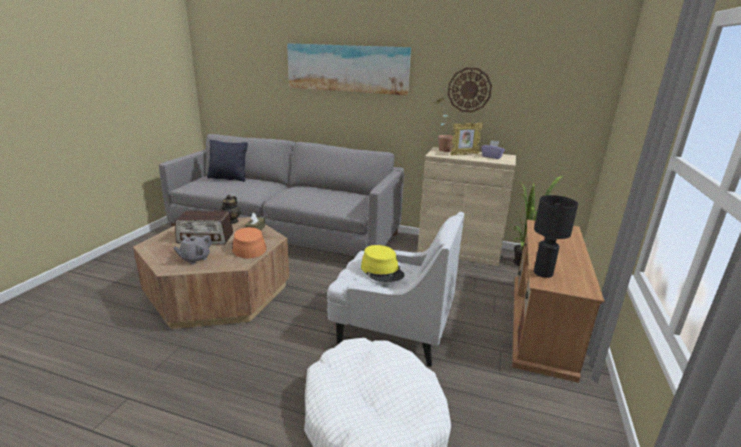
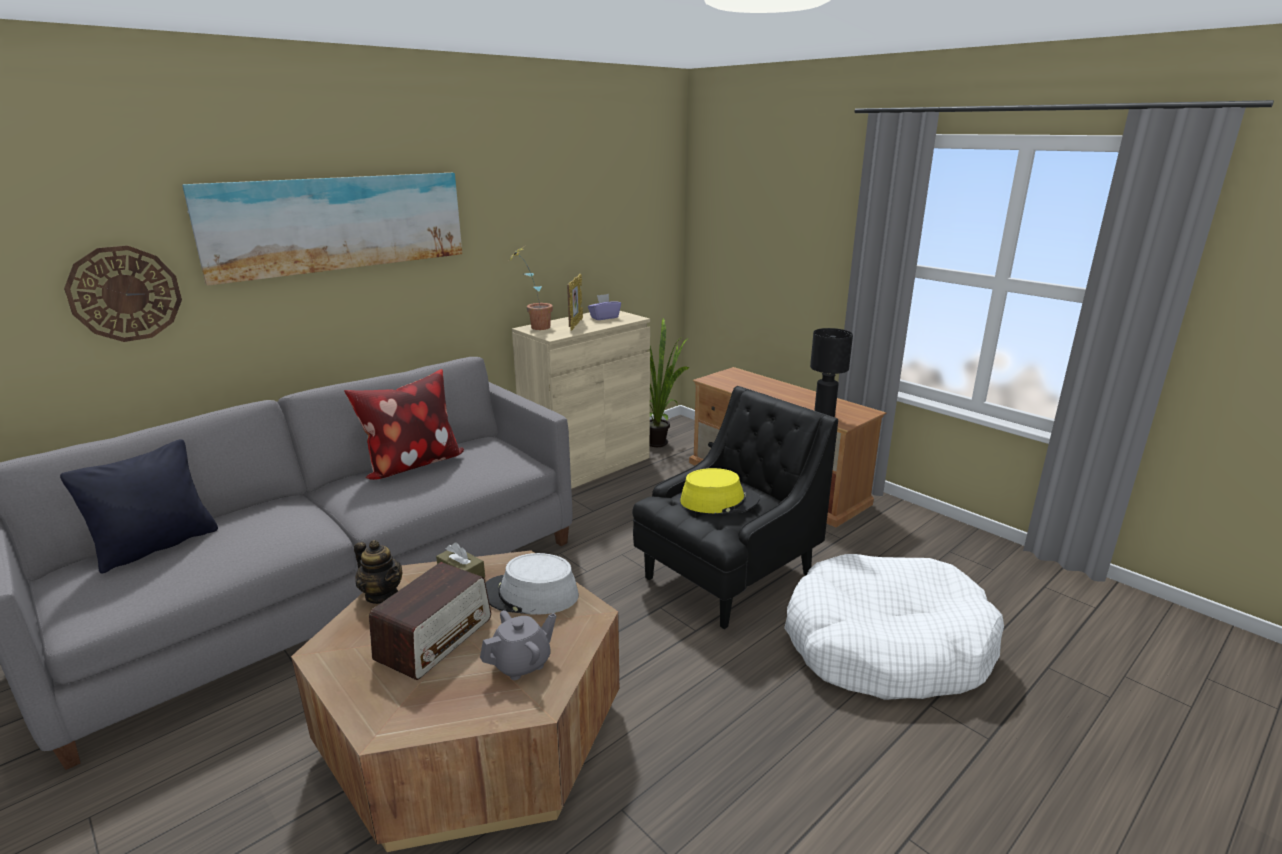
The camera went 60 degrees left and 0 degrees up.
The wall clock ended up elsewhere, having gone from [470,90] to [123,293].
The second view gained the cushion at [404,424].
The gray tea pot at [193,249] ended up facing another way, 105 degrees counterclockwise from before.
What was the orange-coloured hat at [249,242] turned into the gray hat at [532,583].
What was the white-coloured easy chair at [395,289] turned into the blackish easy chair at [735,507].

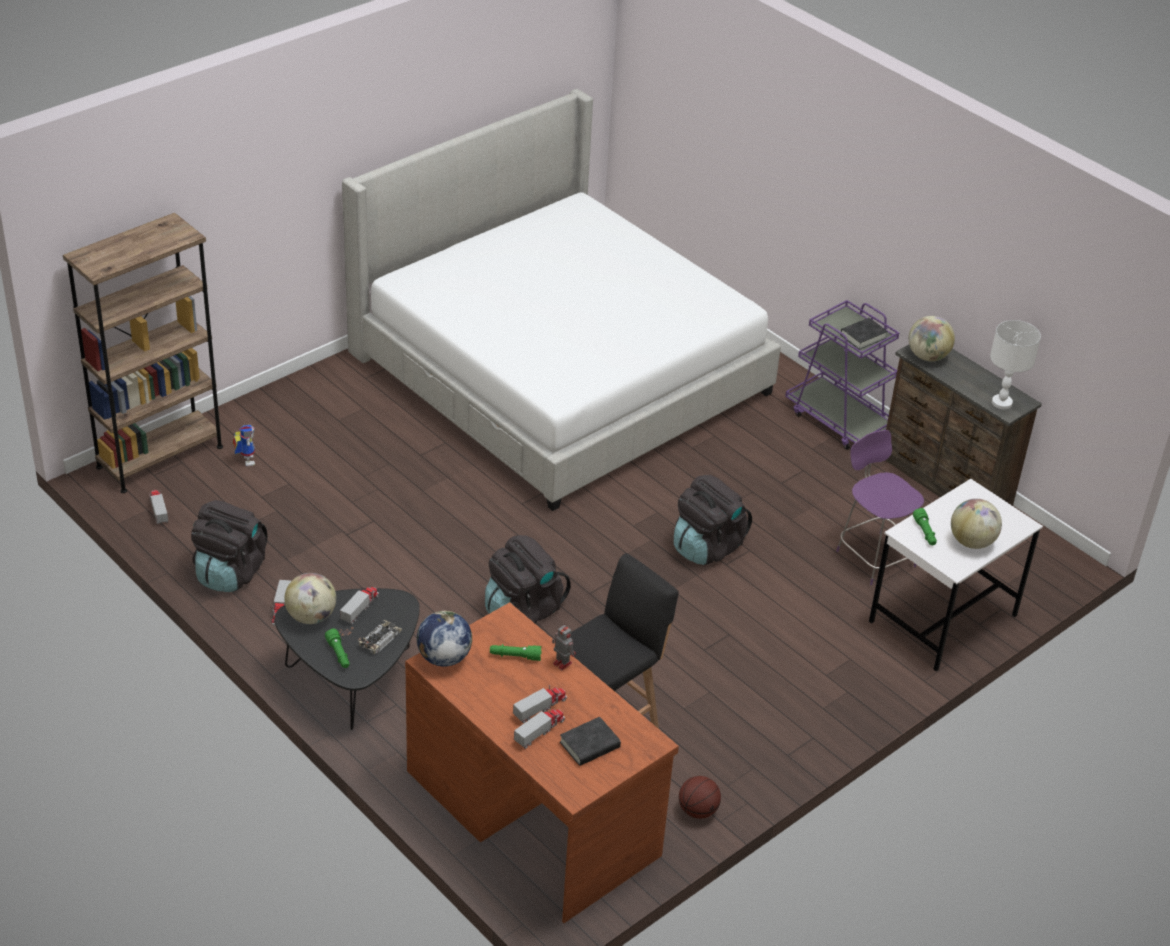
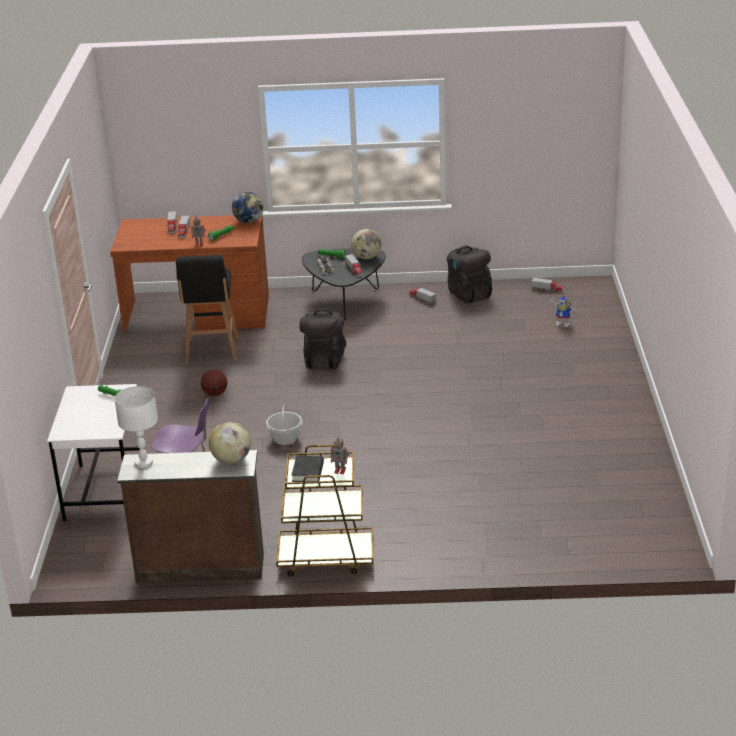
The camera went 135 degrees right and 10 degrees down.
The basketball ball ended up elsewhere, having gone from [700,797] to [214,382].
Where the blackish rucksack stood at [713,520], the storage basket came to stand at [284,425].
What was the purplish cart at [842,375] turned into the brown cart at [324,510].
The second view gained the toy robot at [340,455].
The second view lost the brown bookcase at [143,353].
The second view lost the sleeping bed at [561,300].
The second view lost the blackish book at [590,741].
The second view lost the desk globe at [976,524].

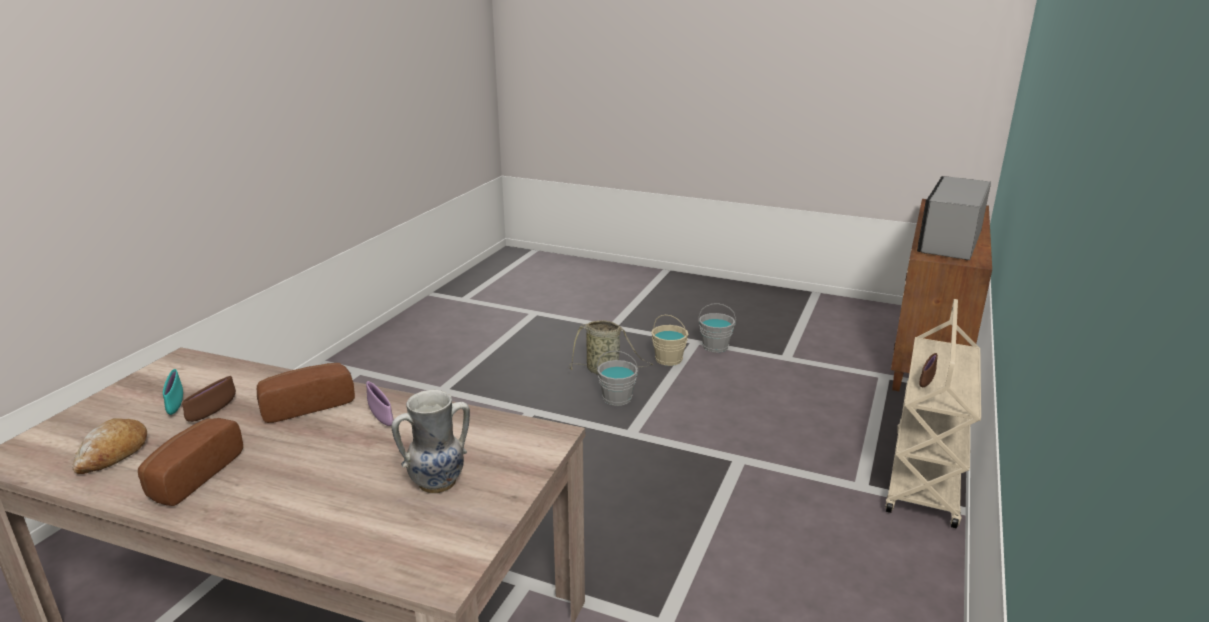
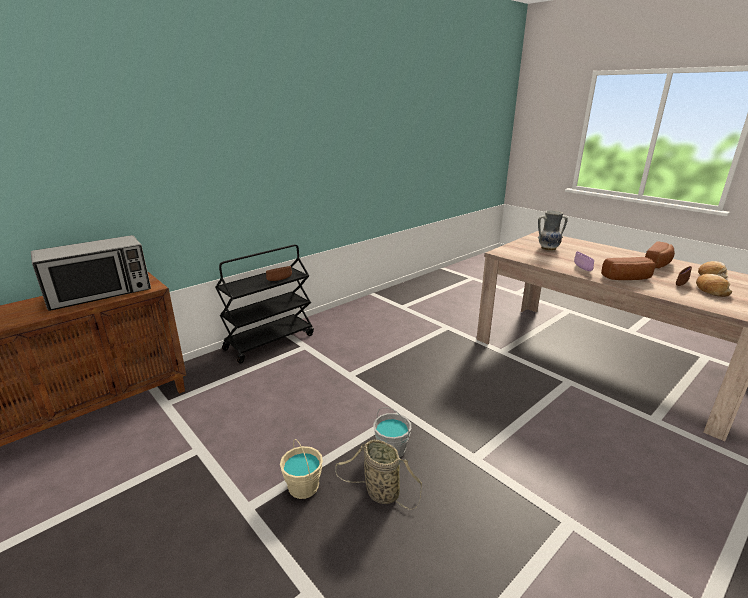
The camera went 155 degrees left and 0 degrees up.
What was the sand-coloured cart at [933,413] turned into the blackish cart at [264,304].
Where the turquoise-coloured deep dish stood at [173,392], the baked bread came to stand at [714,285].
The second view lost the gray pail at [717,328].

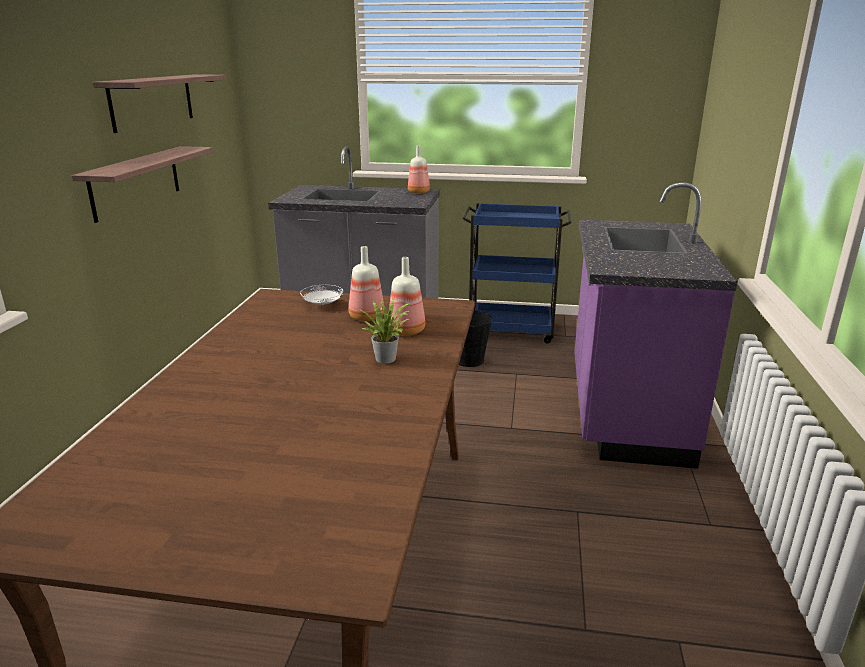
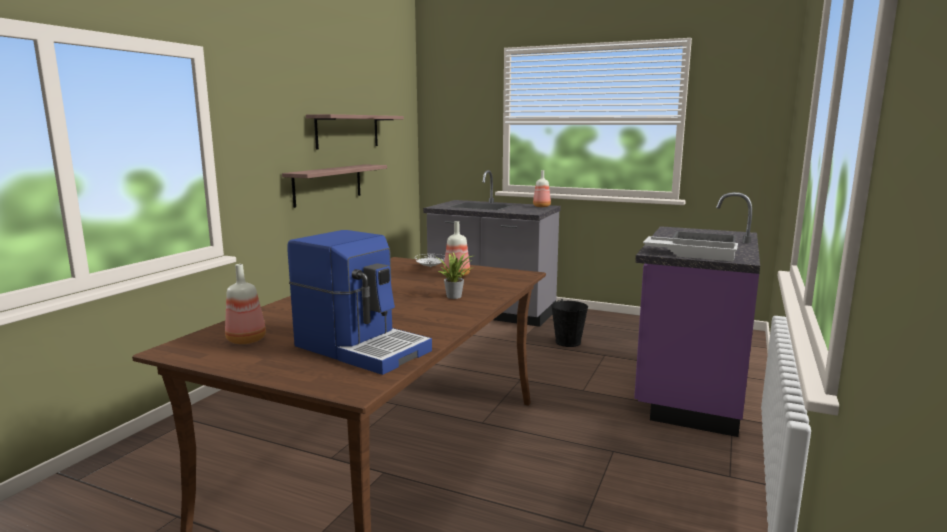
The camera went 15 degrees right and 10 degrees down.
The beverage bottle ended up elsewhere, having gone from [407,296] to [245,304].
The second view gained the coffee maker at [360,302].
The second view gained the white-coloured tray at [690,249].
The second view lost the bluish cart at [517,273].

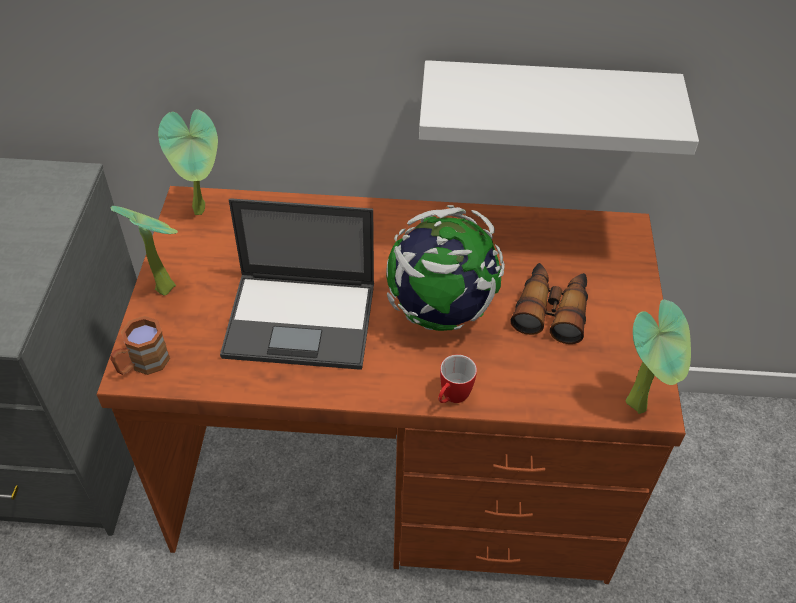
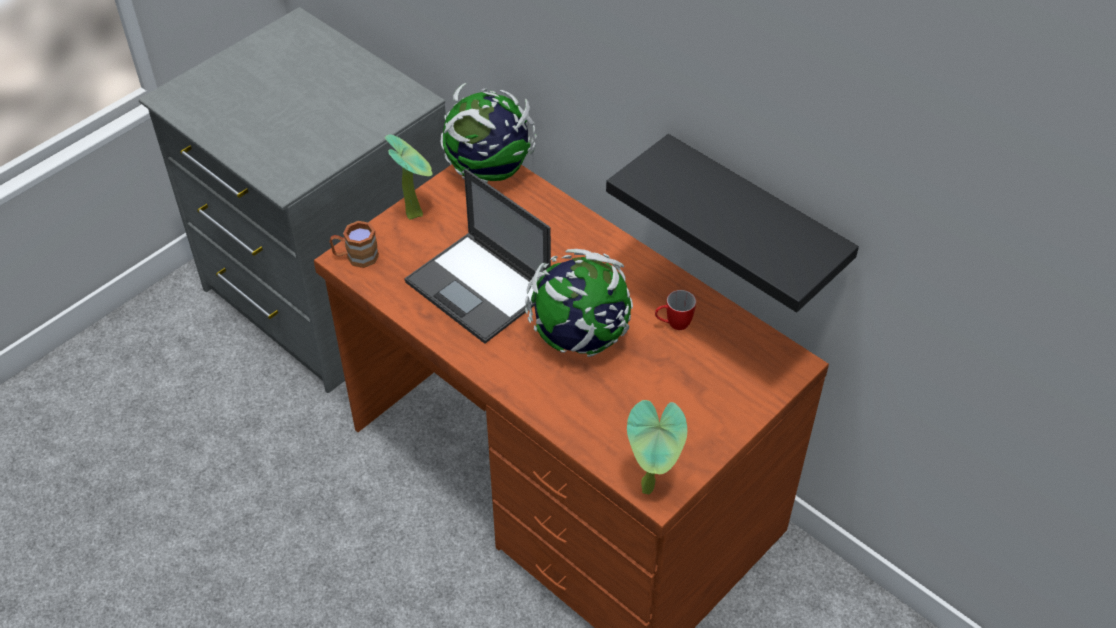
The camera went 40 degrees right and 0 degrees up.
Where the plant in a pot stood at [188,162], the desk globe came to stand at [488,133].
What was the white-coloured shelf at [559,107] turned into the blackish shelf at [732,223].
The mug ended up elsewhere, having gone from [457,378] to [675,310].
The second view lost the field glasses at [549,303].

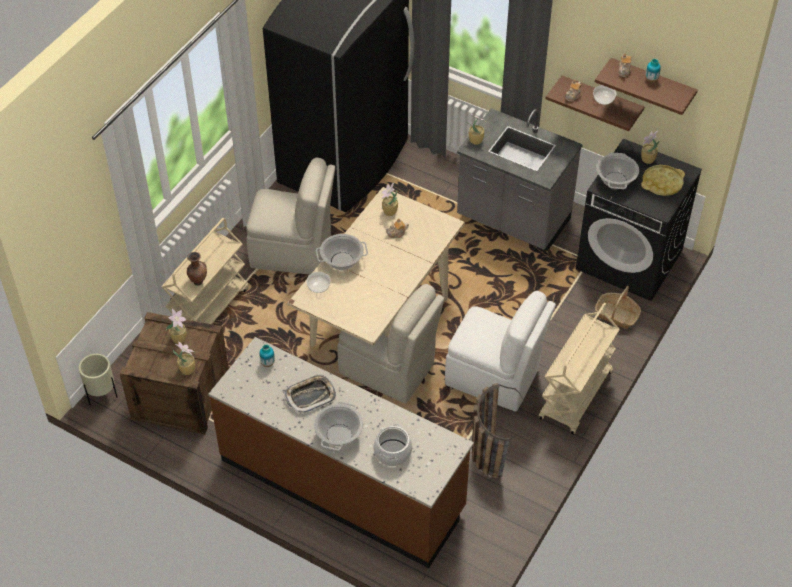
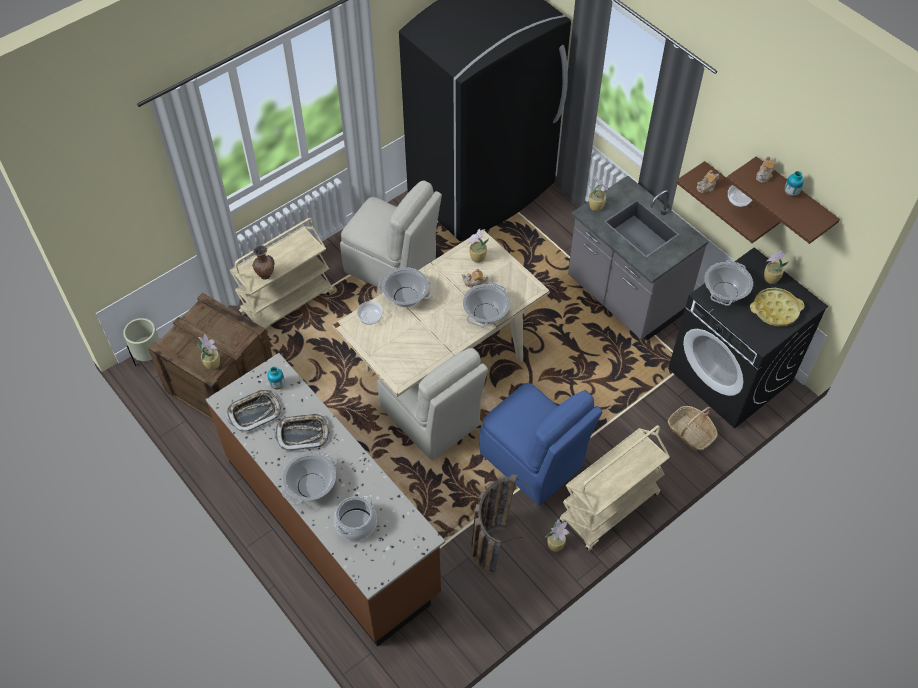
The camera went 20 degrees right and 5 degrees up.
The second view gained the tray at [254,410].
The second view gained the stockpot at [486,305].
What was the white-coloured chair at [500,351] turned into the bluish chair at [541,444].
The plant in a pot ended up elsewhere, having gone from [176,326] to [557,536].

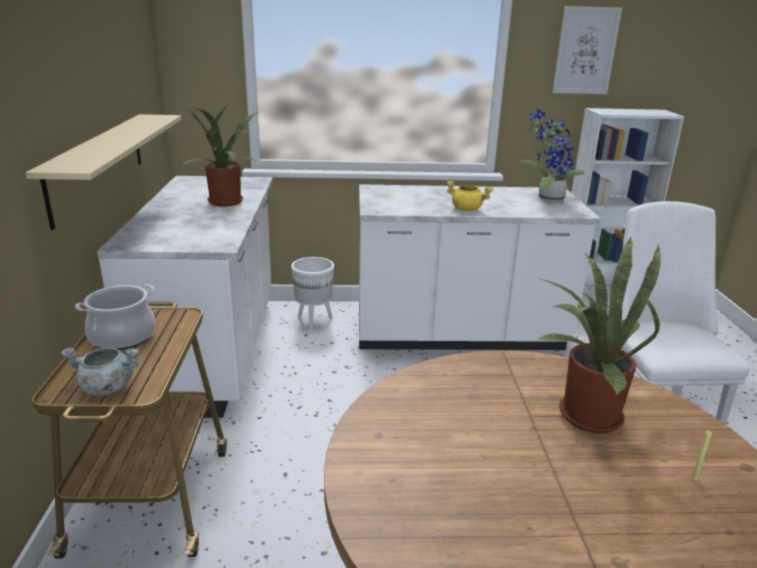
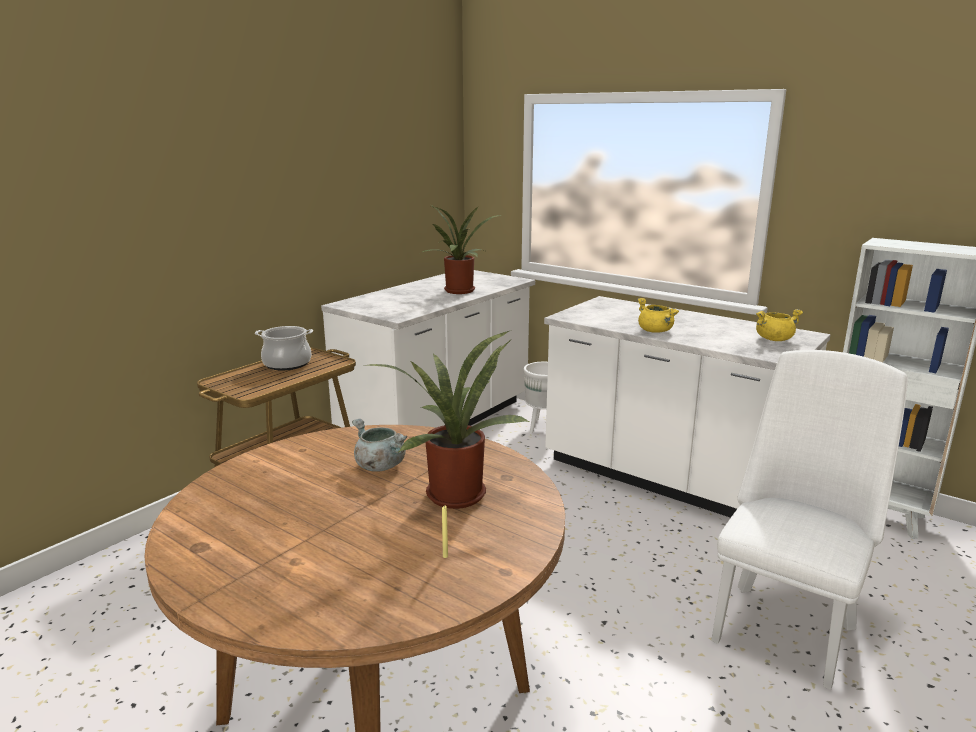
The camera went 40 degrees right and 5 degrees down.
The gray stockpot ended up elsewhere, having gone from [100,372] to [379,445].
Where the plant in a pot stood at [553,155], the yellow-coloured stockpot came to stand at [779,325].
The second view lost the sand-coloured shelf at [103,172].
The second view lost the wall art at [587,50].

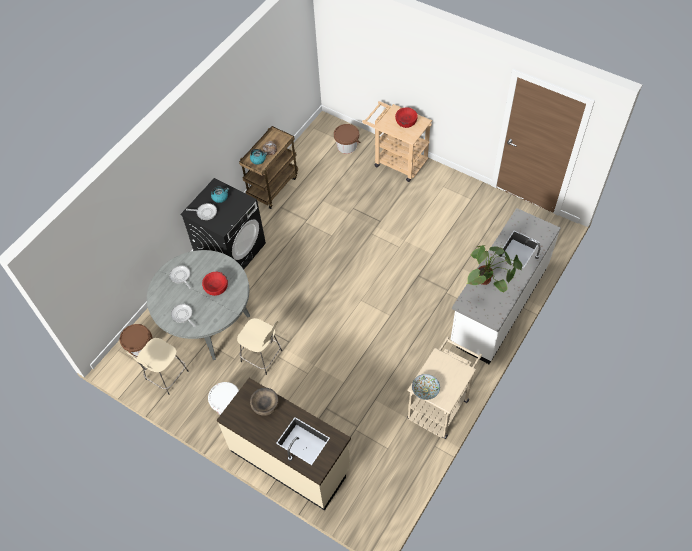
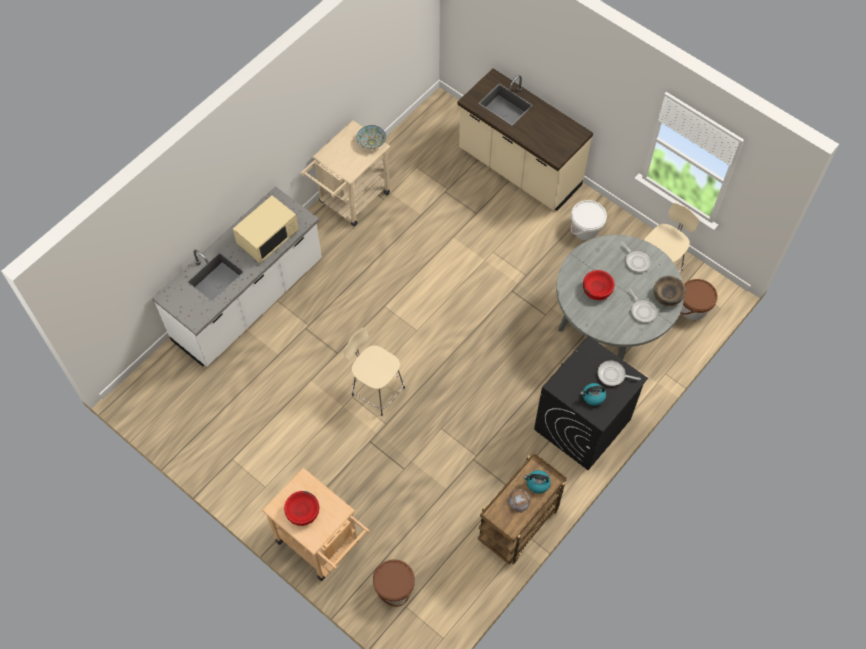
The camera went 175 degrees left and 5 degrees up.
Where the plant in a pot stood at [494,268], the sand-coloured microwave came to stand at [266,230].
The sand-coloured sitting stool ended up elsewhere, having gone from [259,346] to [374,372].
The brown deep dish ended up elsewhere, having gone from [264,402] to [670,291].

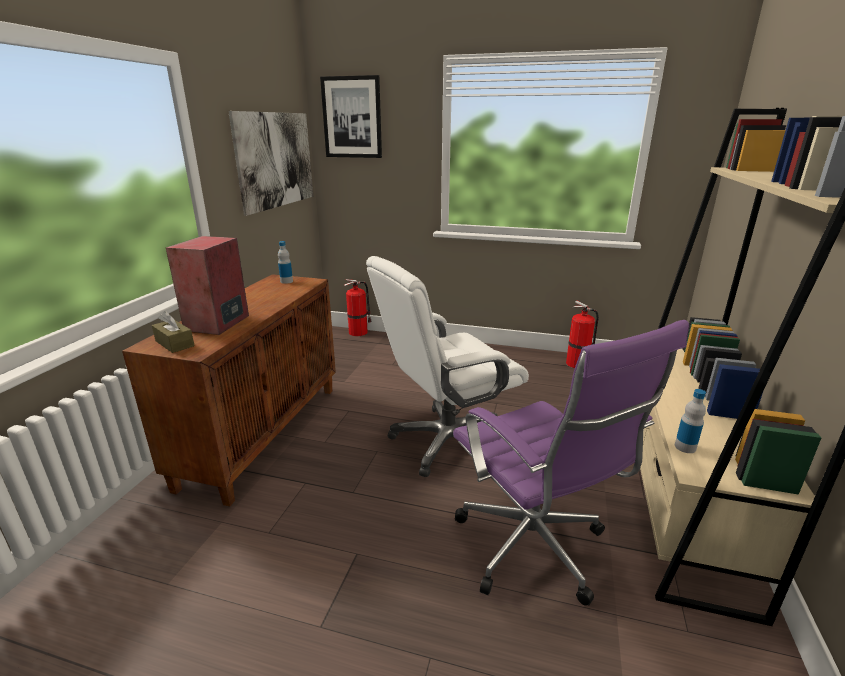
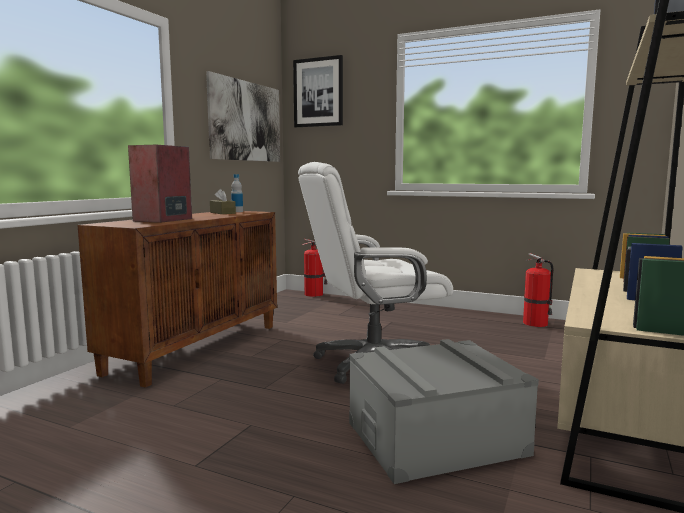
The camera went 10 degrees right and 15 degrees down.
The brown tissue holder ended up elsewhere, having gone from [173,332] to [223,201].
Where the purplish computer chair stood at [571,463], the gray storage box came to stand at [444,411].
The second view lost the beverage bottle at [690,421].

